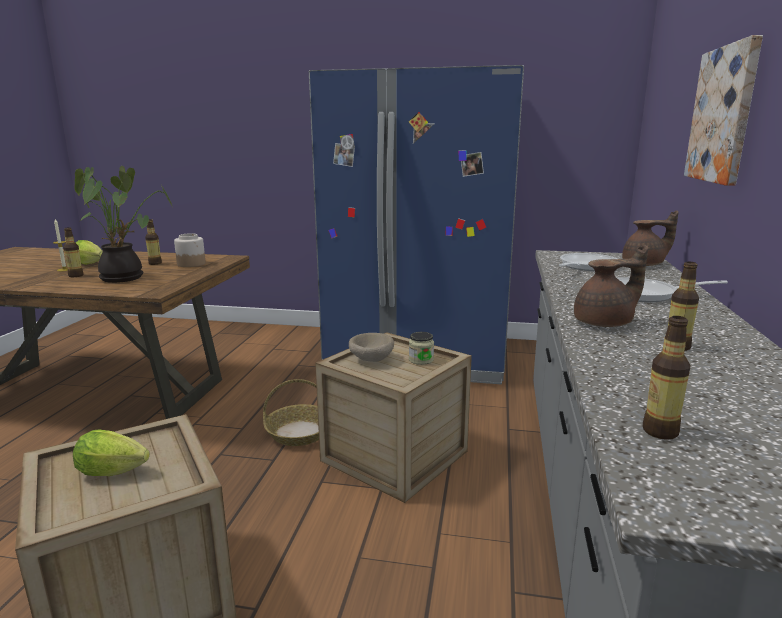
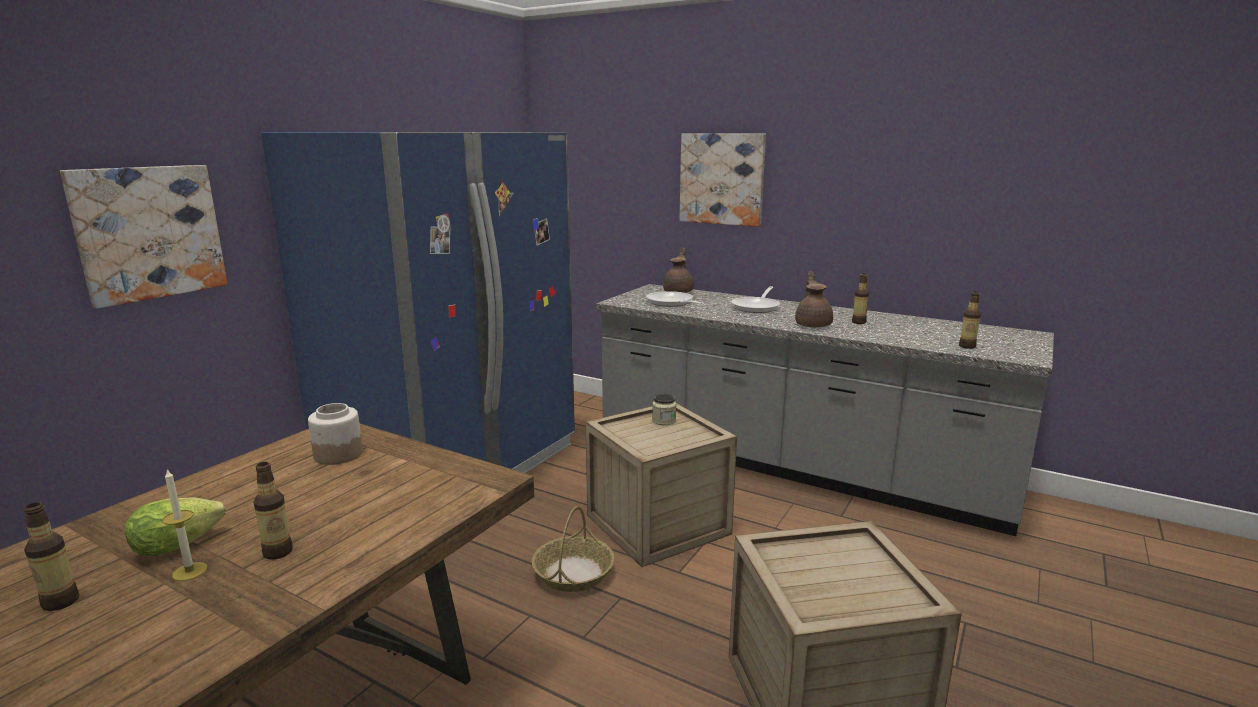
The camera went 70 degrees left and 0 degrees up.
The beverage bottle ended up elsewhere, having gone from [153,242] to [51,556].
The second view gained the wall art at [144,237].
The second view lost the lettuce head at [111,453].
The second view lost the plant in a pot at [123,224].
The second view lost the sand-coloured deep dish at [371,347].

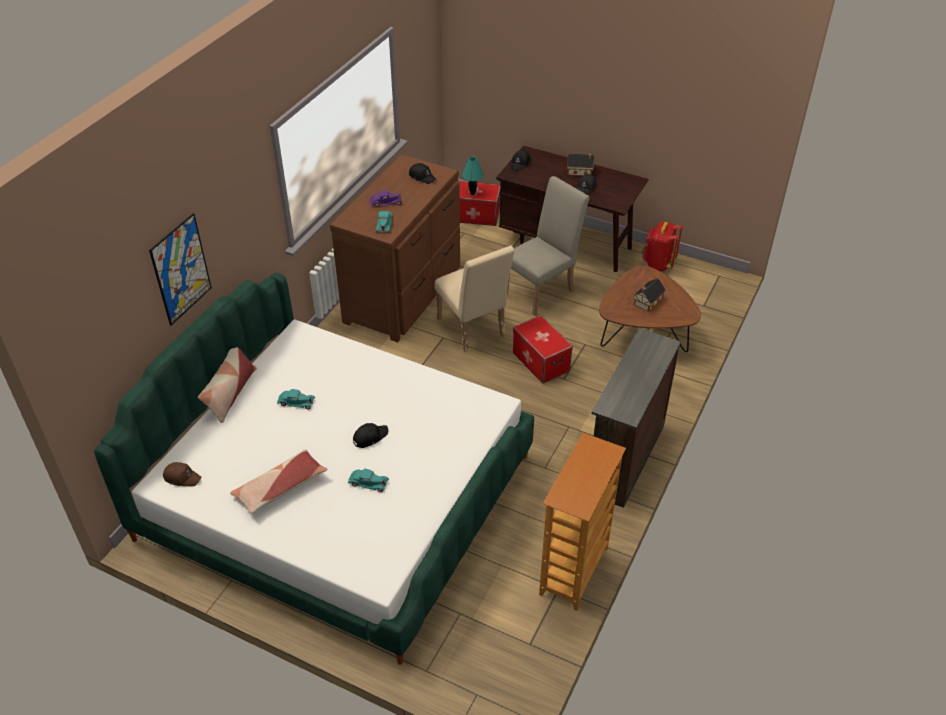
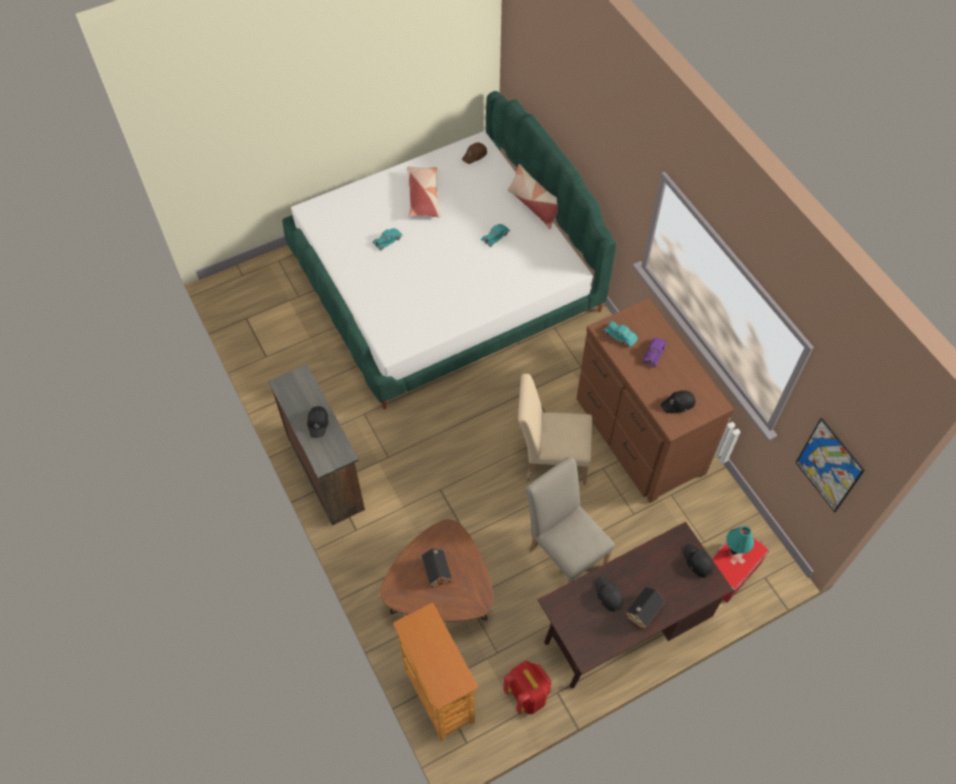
The camera went 125 degrees right and 15 degrees up.
The blackish baseball cap ended up elsewhere, having gone from [370,435] to [318,422].
The bookcase ended up elsewhere, having gone from [582,522] to [436,671].
The sand-coloured chair at [548,245] ended up facing another way, 150 degrees clockwise from before.
The wall art ended up elsewhere, having gone from [180,269] to [830,465].
The second view lost the storage box at [543,349].

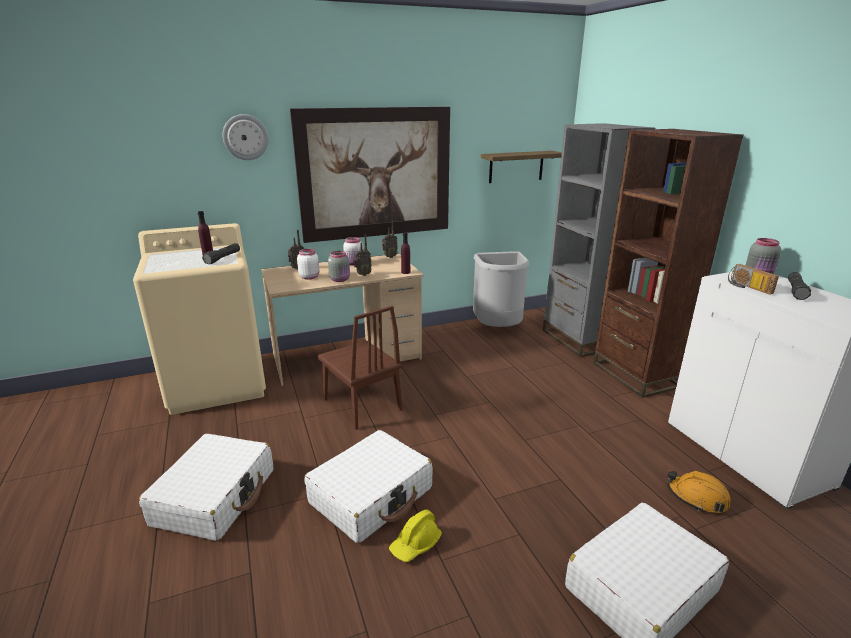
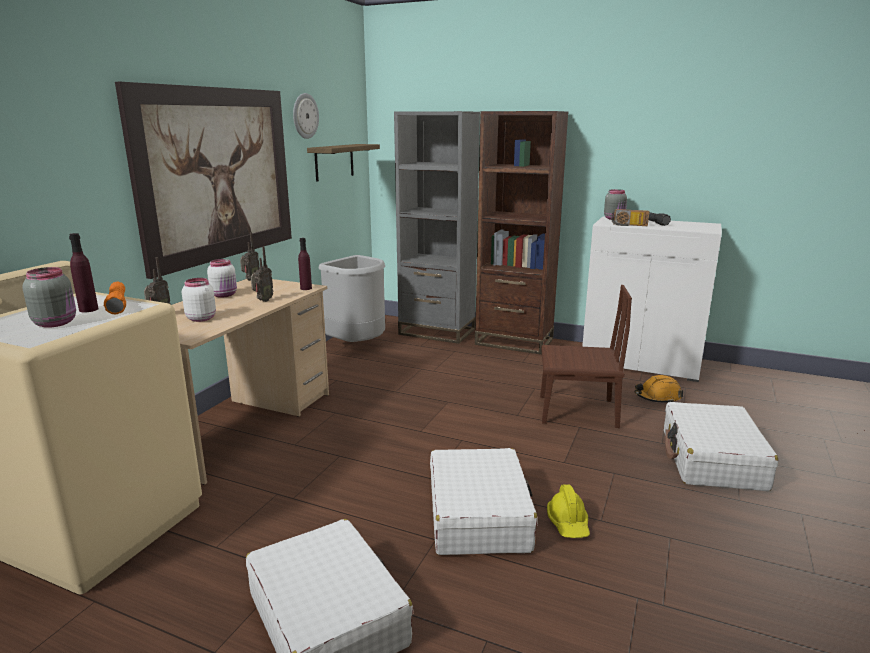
The camera went 45 degrees left and 5 degrees down.
The gray jar ended up elsewhere, having gone from [339,266] to [49,297].
What was the blackish torch at [221,253] turned into the orange-coloured torch at [115,298].
The wall clock ended up elsewhere, having gone from [245,137] to [306,116].
The brown chair ended up elsewhere, having gone from [360,368] to [586,356].

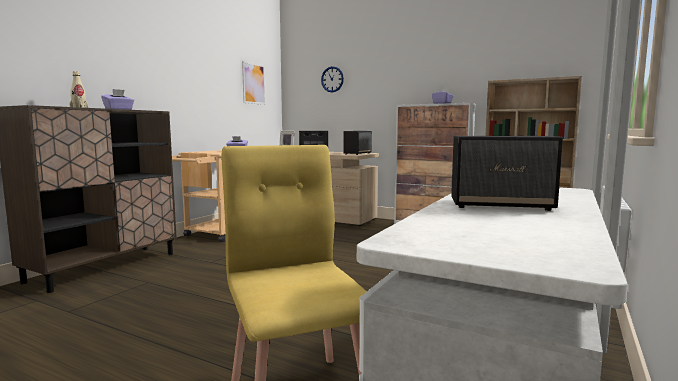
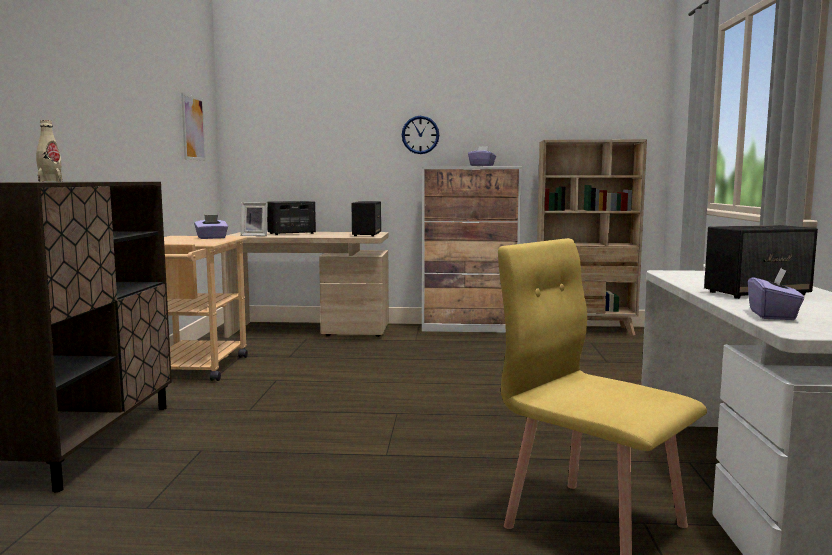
The camera went 25 degrees left and 0 degrees up.
The wall clock ended up elsewhere, having gone from [332,79] to [420,135].
The purplish tissue holder ended up elsewhere, having gone from [117,99] to [776,294].

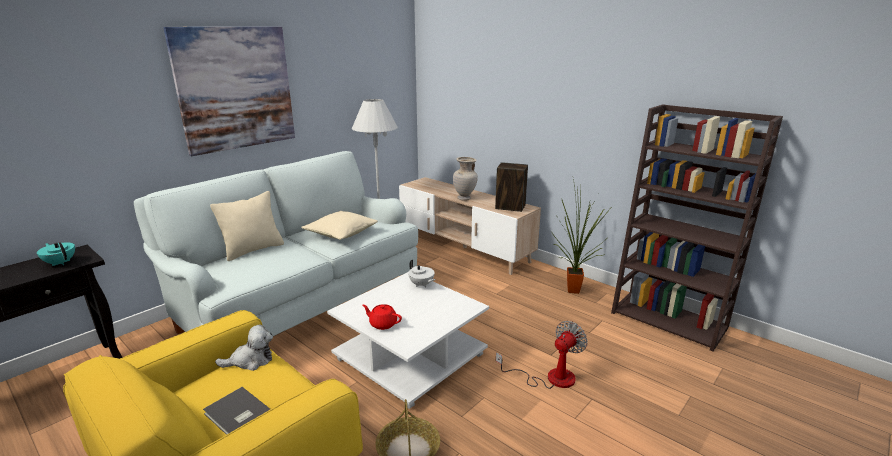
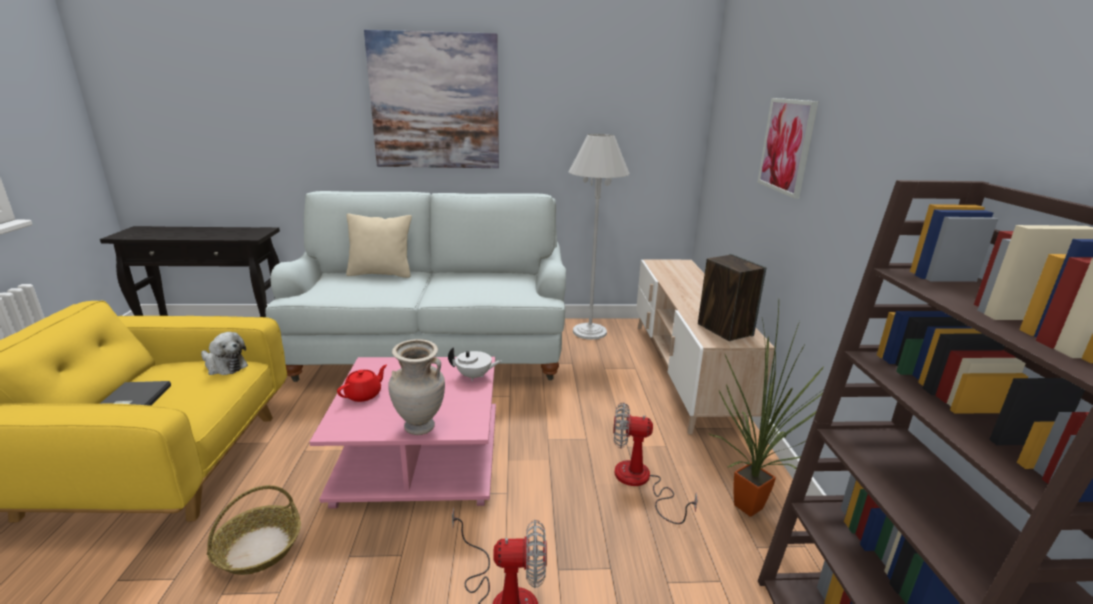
The camera went 45 degrees right and 0 degrees up.
What was the white-coloured lounge table at [408,340] turned into the pinkish lounge table at [402,433].
The red-coloured tea pot at [382,317] ended up facing another way, 60 degrees clockwise from before.
The sand-coloured vase ended up elsewhere, having gone from [465,179] to [416,387].
The white-coloured tea pot at [421,273] ended up facing another way, 90 degrees counterclockwise from before.
The second view gained the cooling fan at [655,463].
The second view gained the wall art at [788,148].
The second view lost the turquoise-coloured tea pot at [56,254].
The second view lost the sand-coloured cushion at [340,225].

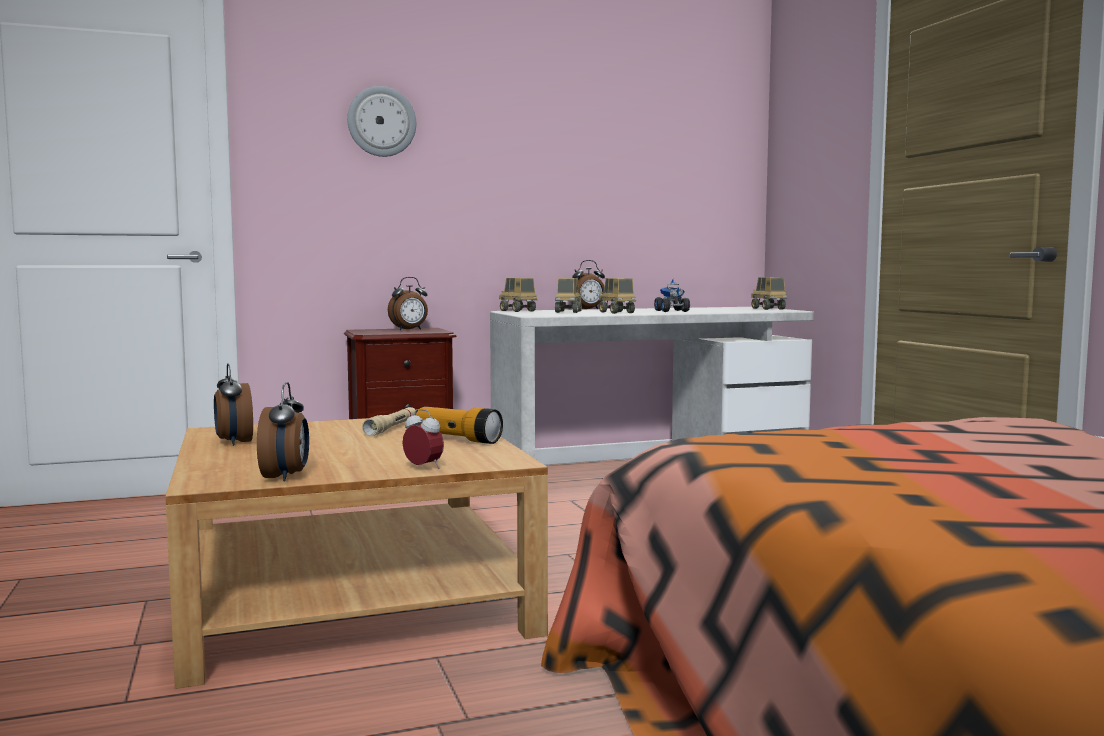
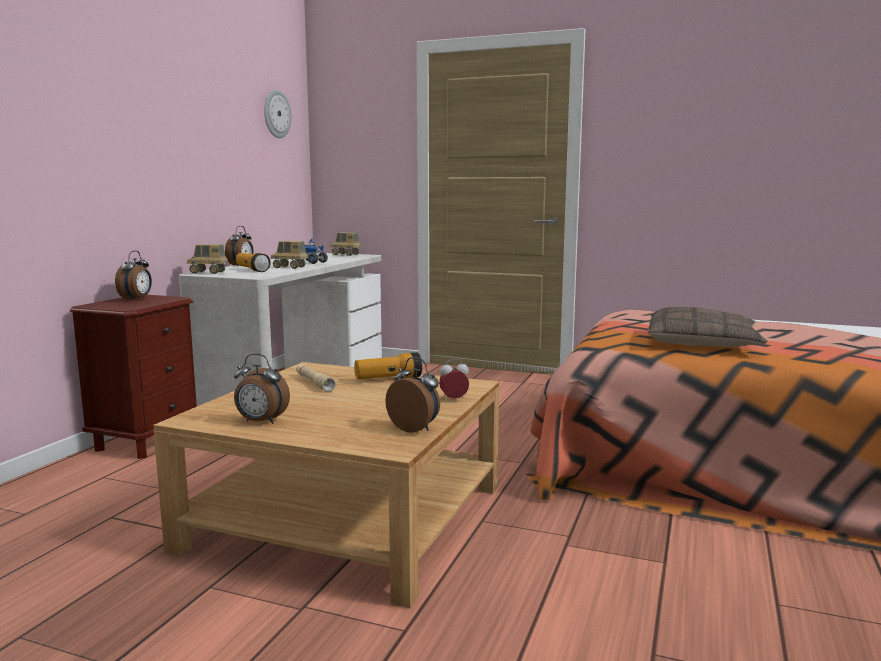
The camera went 50 degrees left and 5 degrees up.
Where the model truck stood at [568,295], the torch came to stand at [253,262].
The wall clock ended up elsewhere, having gone from [381,121] to [277,114].
The second view gained the cushion at [708,327].

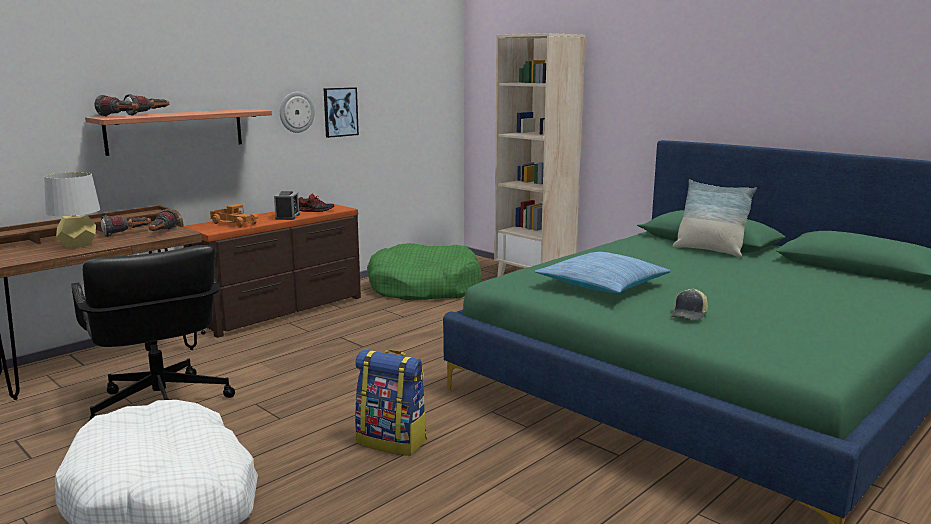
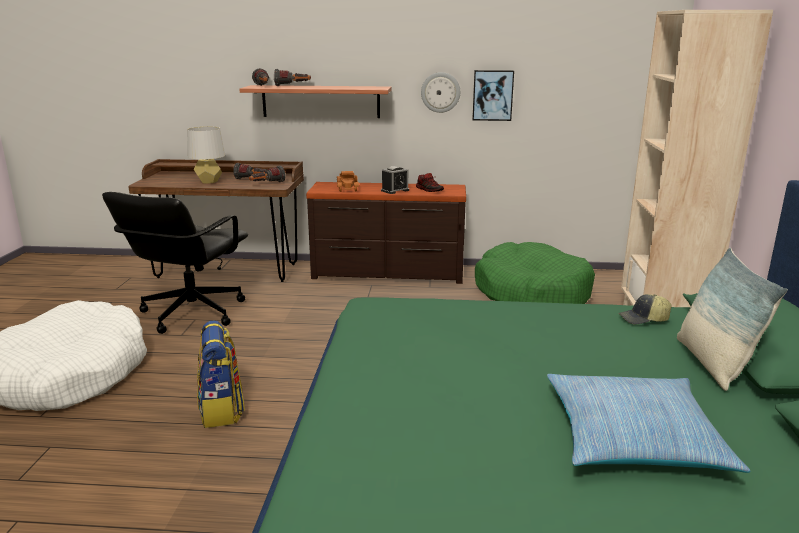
The camera went 50 degrees right and 5 degrees up.
The cushion ended up elsewhere, having gone from [603,272] to [648,423].
The baseball cap ended up elsewhere, having gone from [689,304] to [645,309].

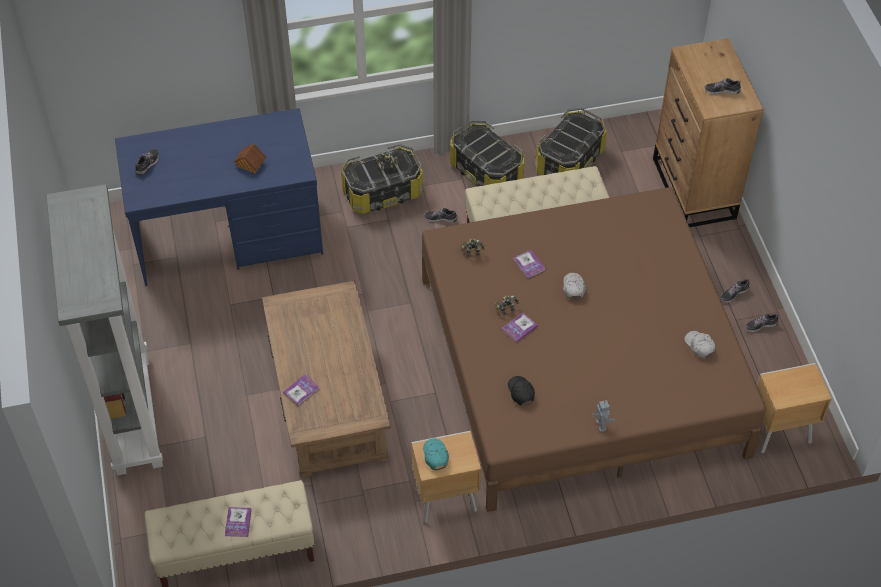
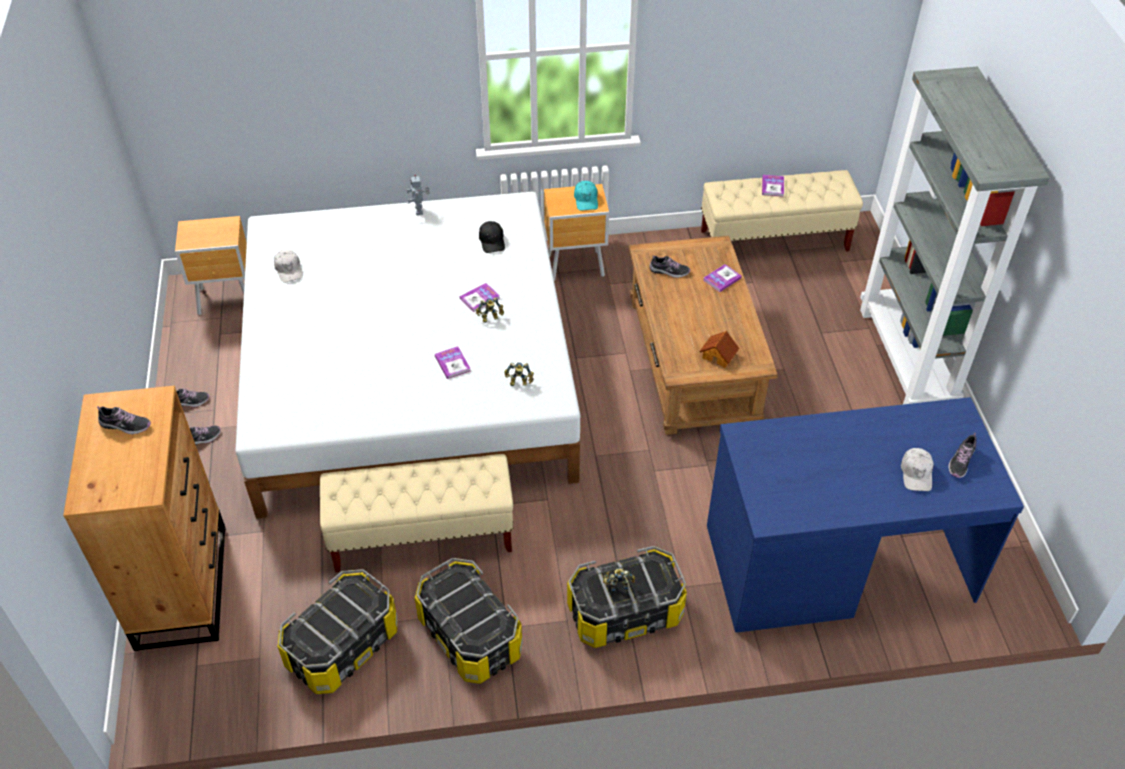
The camera went 175 degrees left and 5 degrees down.
What was the brown sleeping bed at [594,349] turned into the white-coloured sleeping bed at [407,355].
The low shoe ended up elsewhere, having gone from [441,215] to [669,267].
The toy house ended up elsewhere, having gone from [250,158] to [719,349].
The white-coloured baseball cap ended up elsewhere, having gone from [574,286] to [917,469].

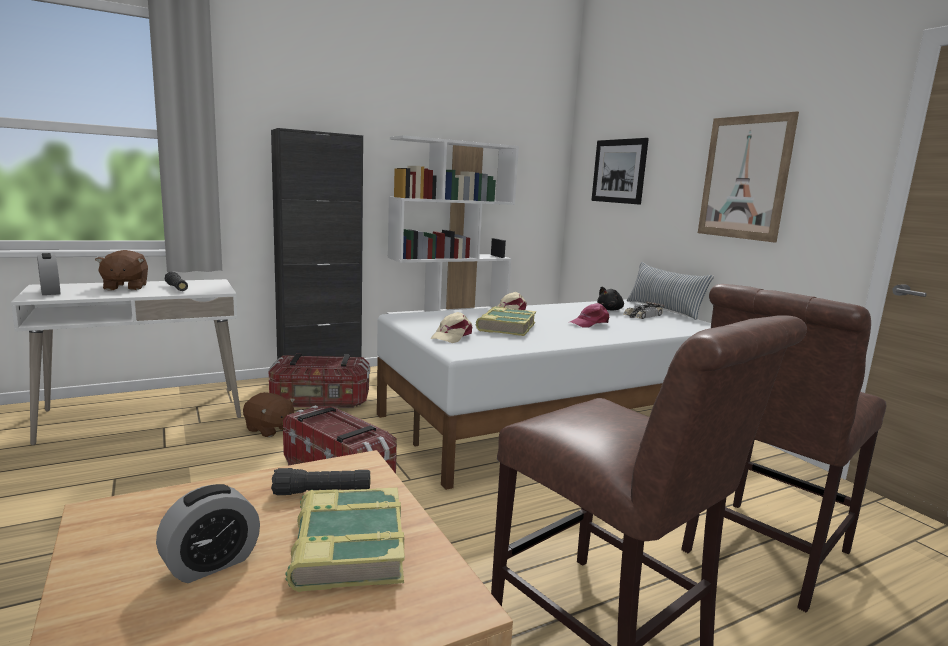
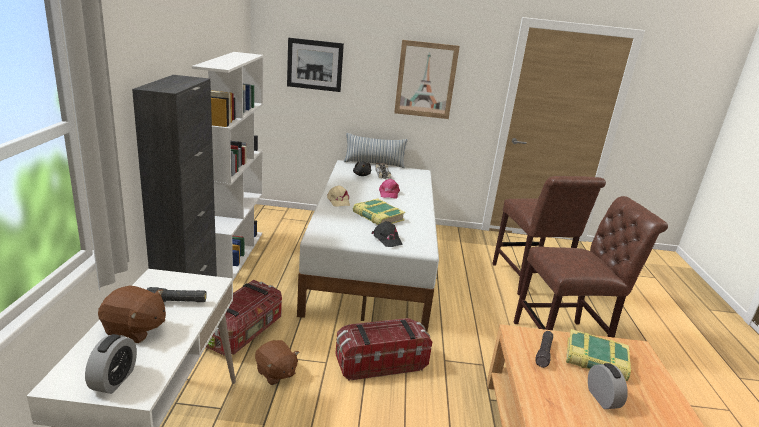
The camera went 60 degrees left and 10 degrees up.
The bedside clock at [49,274] ended up facing another way, 105 degrees clockwise from before.
The brown plush toy at [269,414] ended up facing another way, 75 degrees clockwise from before.
What was the sand-coloured baseball cap at [451,327] turned into the blackish baseball cap at [387,234].

